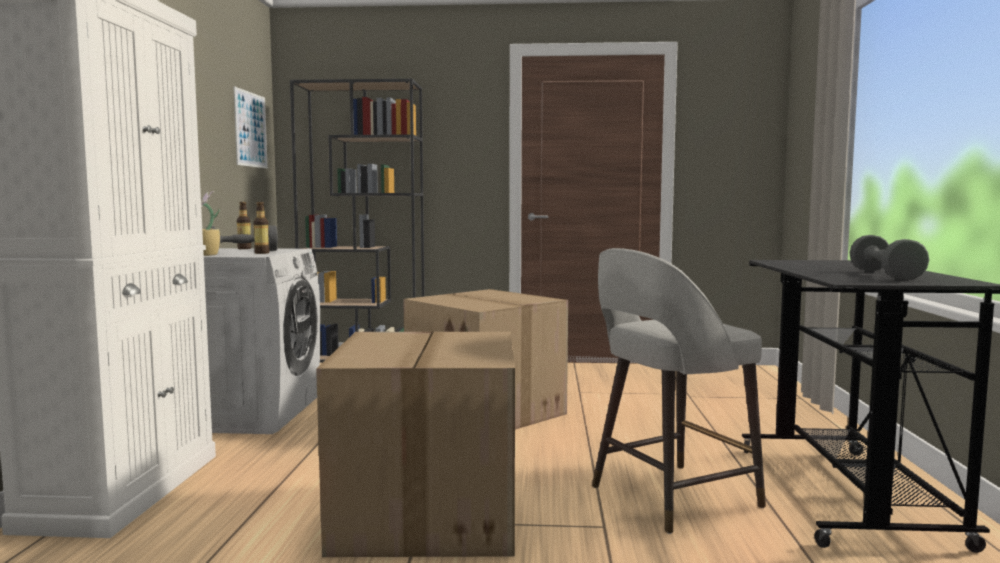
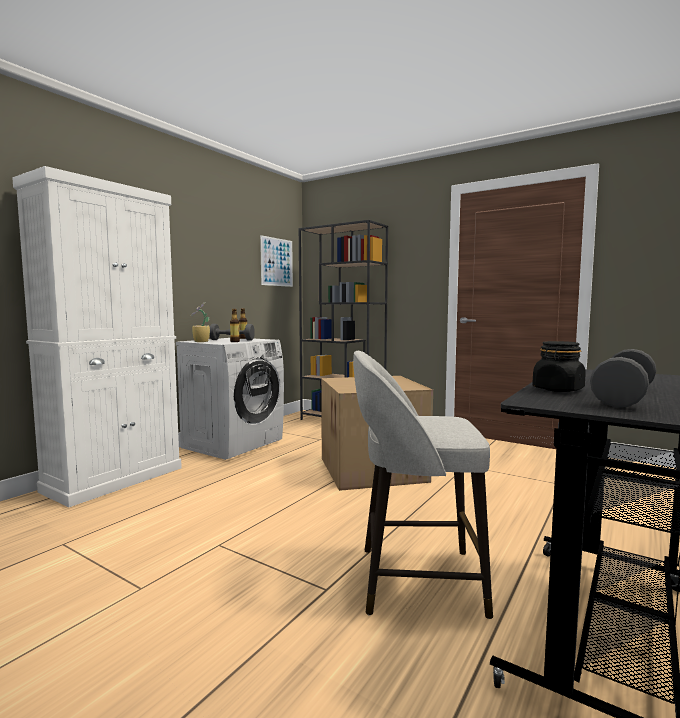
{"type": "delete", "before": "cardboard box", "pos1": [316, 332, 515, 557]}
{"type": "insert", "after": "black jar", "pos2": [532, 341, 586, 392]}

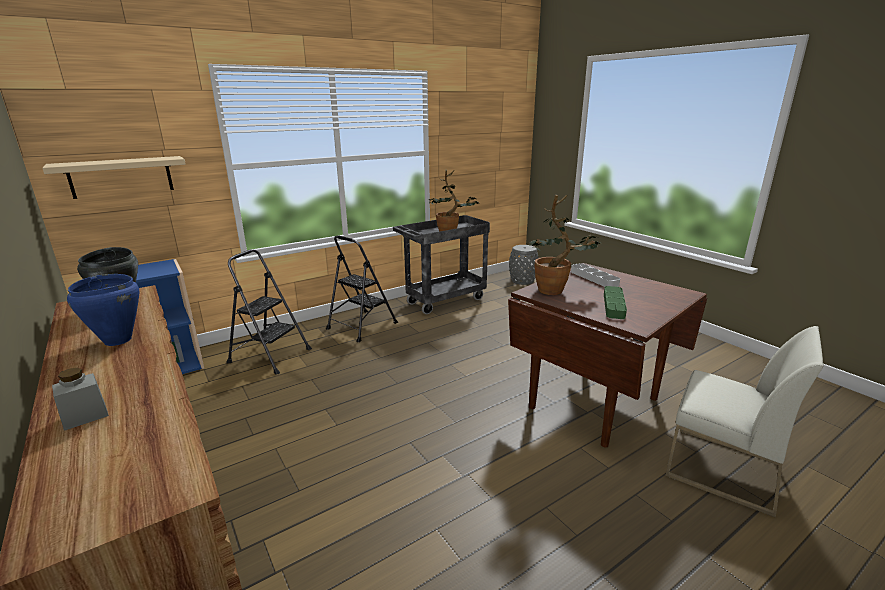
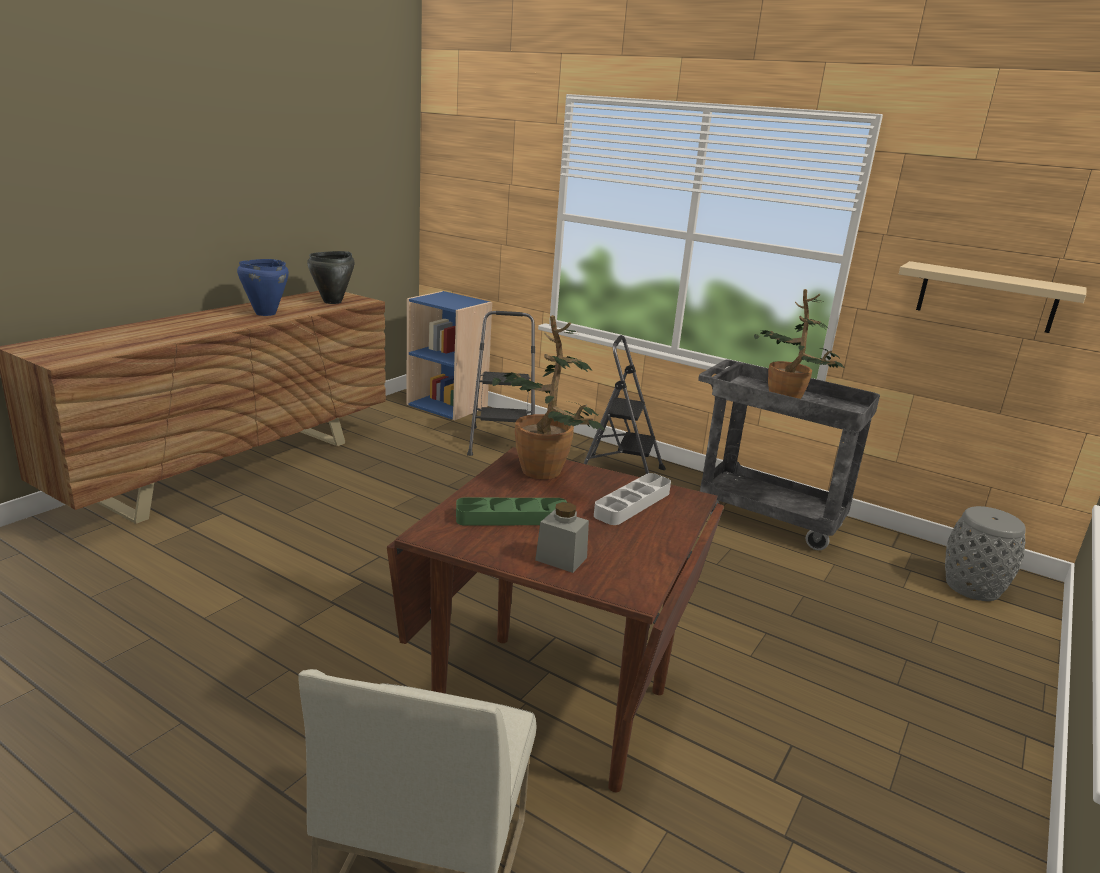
{"type": "move", "before": "beige shelf", "pos1": [42, 156, 186, 199], "pos2": [899, 261, 1087, 333]}
{"type": "move", "before": "grey jar", "pos1": [52, 367, 109, 431], "pos2": [535, 502, 589, 573]}

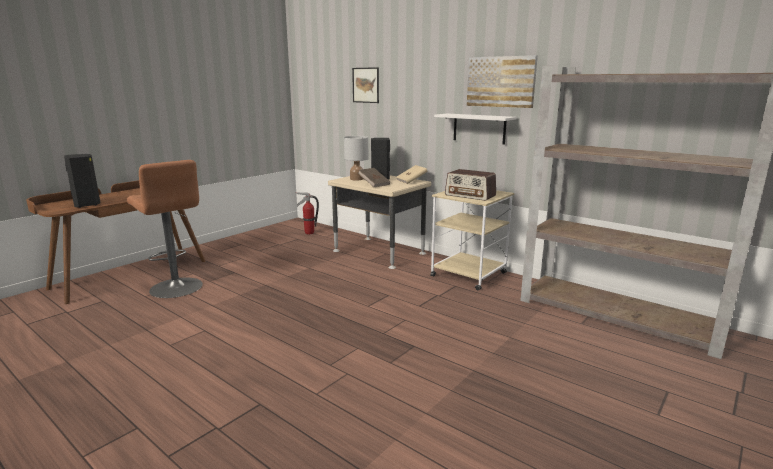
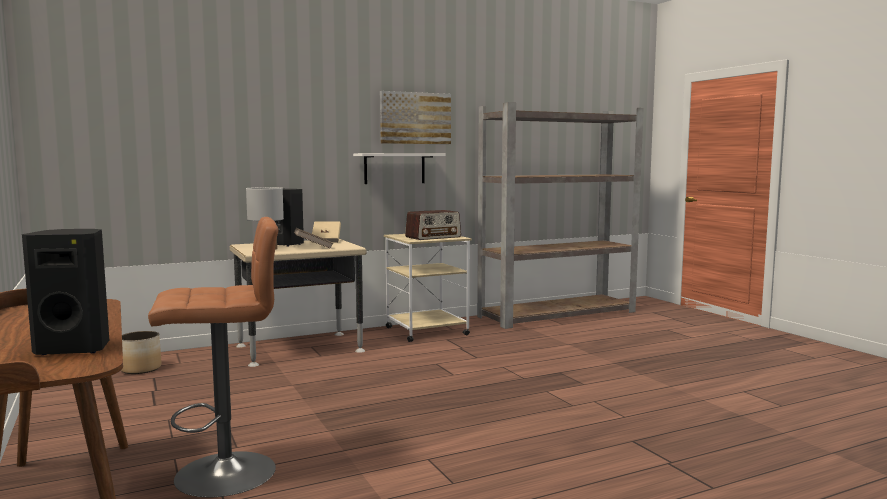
{"type": "delete", "before": "picture", "pos1": [352, 67, 379, 103]}
{"type": "replace", "before": "fire extinguisher", "after": "planter", "pos1": [296, 192, 319, 234], "pos2": [121, 331, 161, 374]}

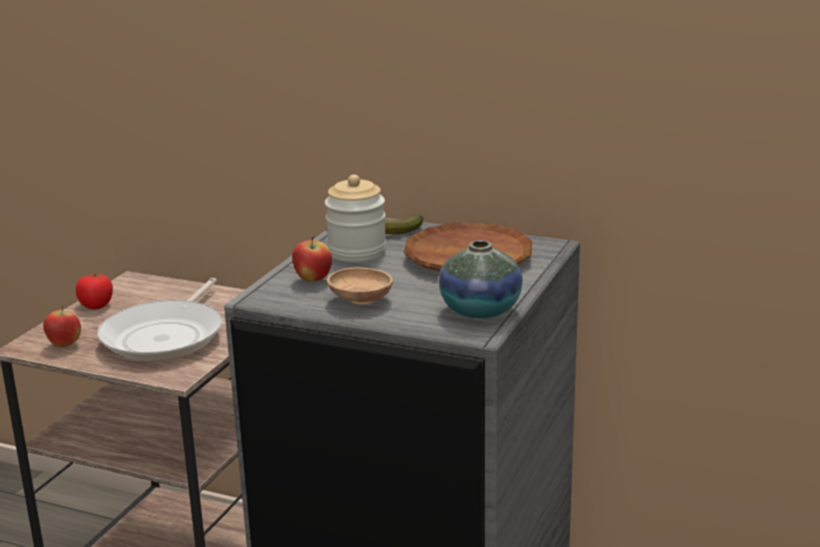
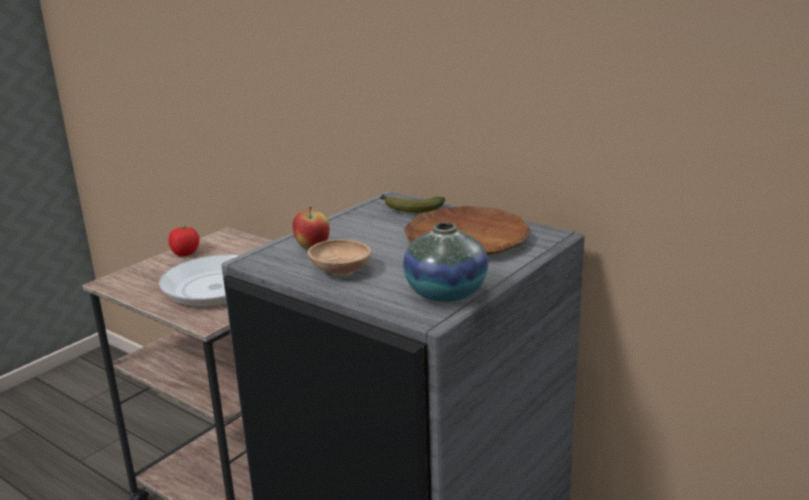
{"type": "delete", "before": "jar", "pos1": [325, 175, 386, 262]}
{"type": "delete", "before": "apple", "pos1": [43, 305, 81, 347]}

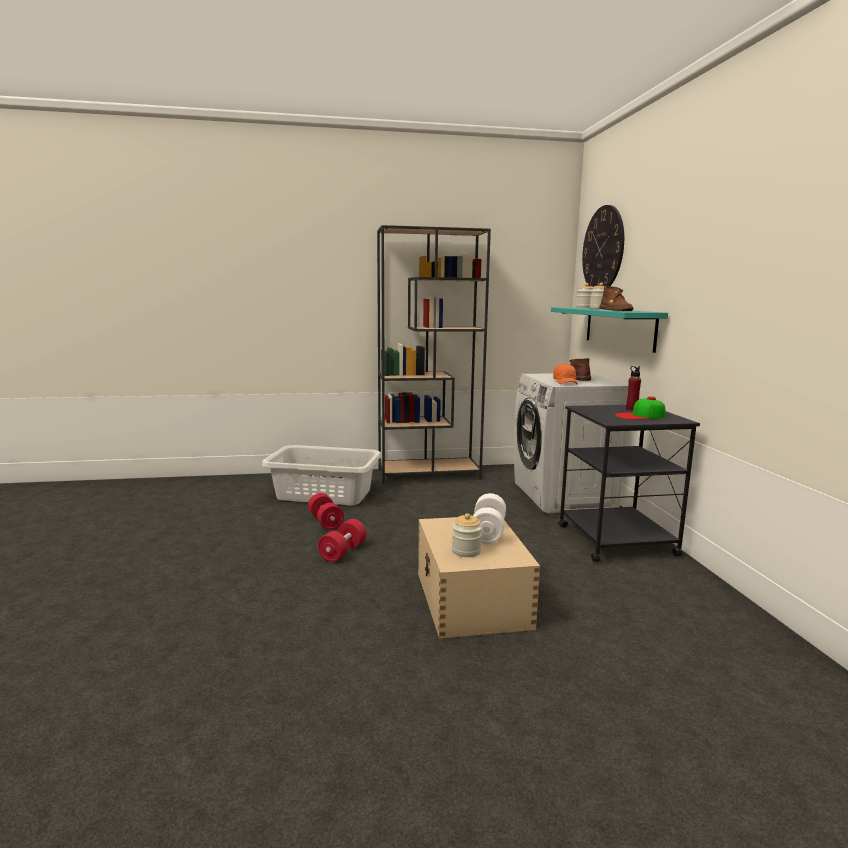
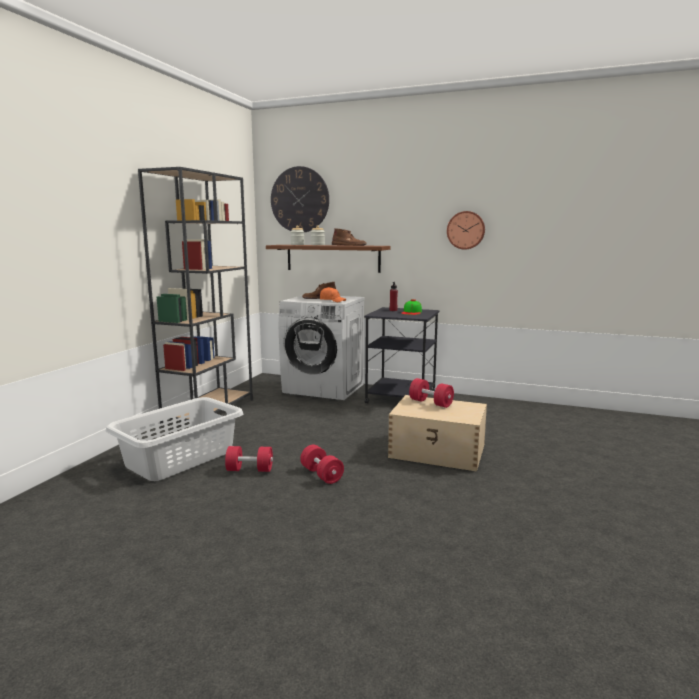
{"type": "recolor", "before": "turquoise shelf", "after": "brown shelf", "pos1": [551, 307, 668, 353], "pos2": [266, 245, 390, 273]}
{"type": "recolor", "before": "white dumbbell", "after": "red dumbbell", "pos1": [473, 493, 506, 544], "pos2": [409, 378, 454, 408]}
{"type": "delete", "before": "jar", "pos1": [452, 513, 482, 557]}
{"type": "insert", "after": "wall clock", "pos2": [447, 211, 485, 250]}

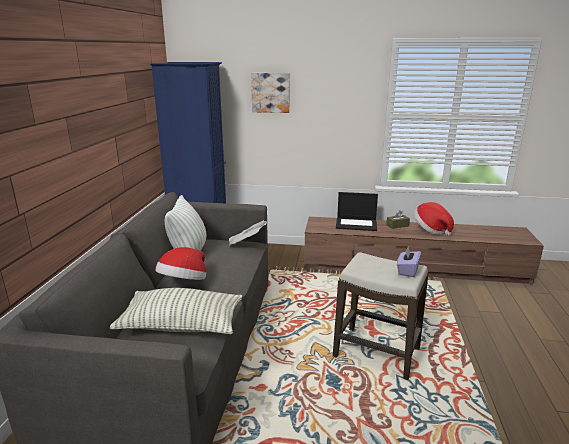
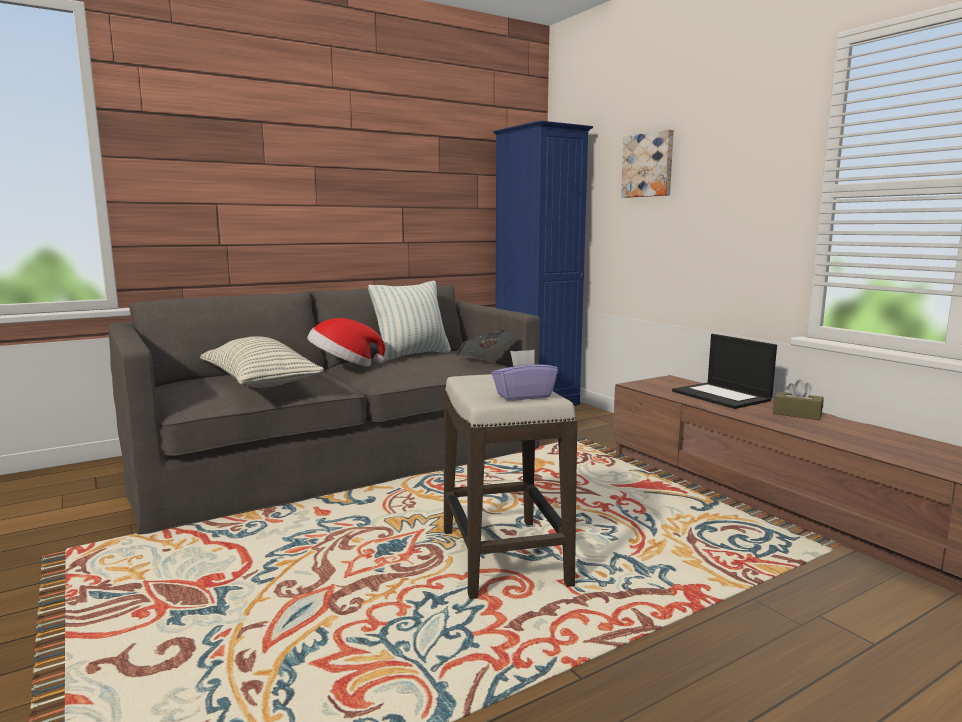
{"type": "delete", "before": "hat", "pos1": [414, 202, 454, 236]}

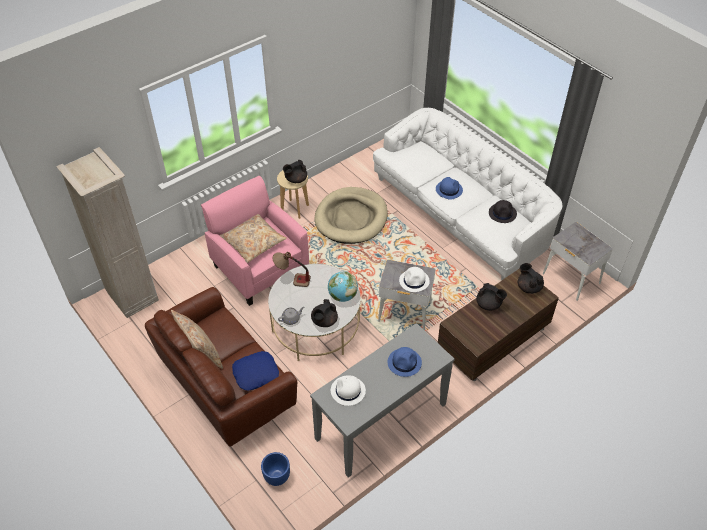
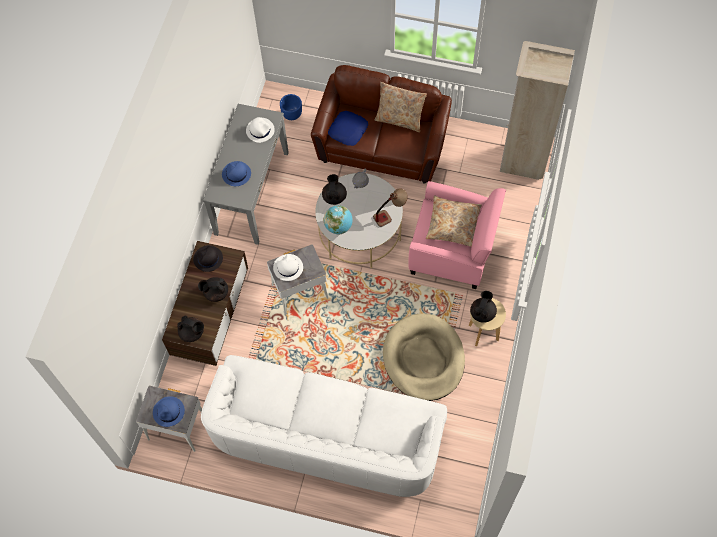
{"type": "move", "before": "blue hat", "pos1": [436, 177, 463, 200], "pos2": [153, 396, 185, 427]}
{"type": "move", "before": "black hat", "pos1": [489, 200, 517, 223], "pos2": [193, 245, 223, 272]}

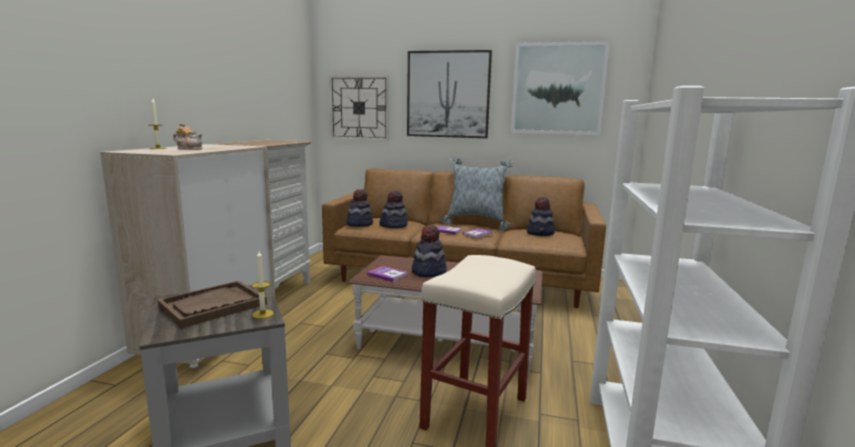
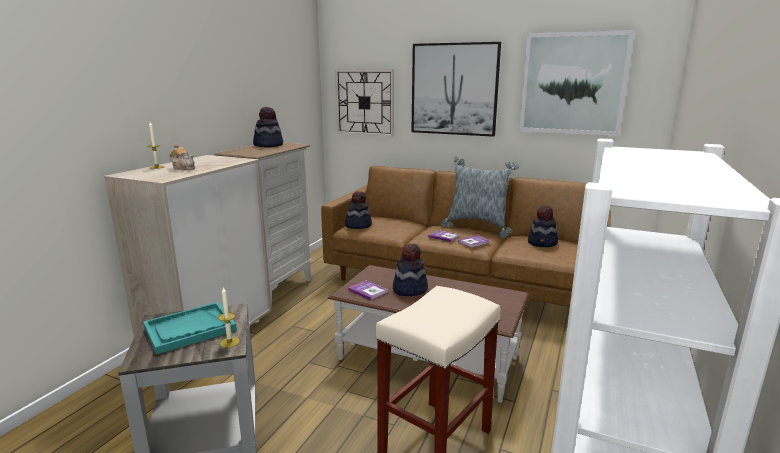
{"type": "move", "before": "hat", "pos1": [379, 190, 408, 228], "pos2": [253, 107, 283, 147]}
{"type": "recolor", "before": "brown tray", "after": "turquoise tray", "pos1": [157, 281, 267, 328], "pos2": [143, 302, 237, 355]}

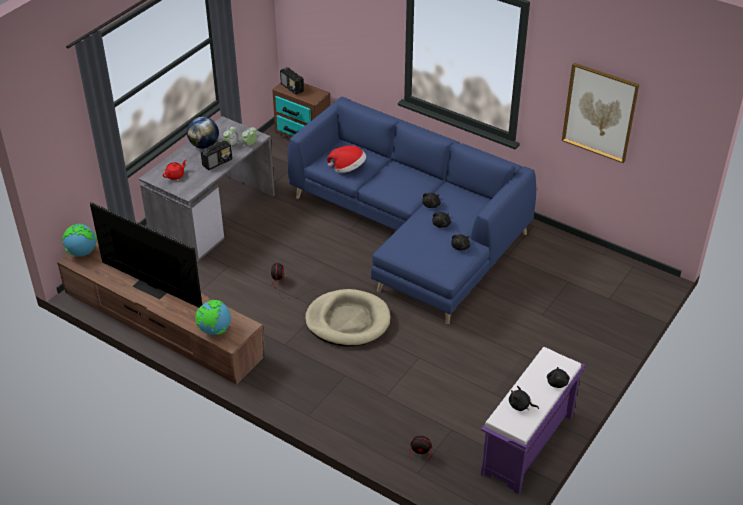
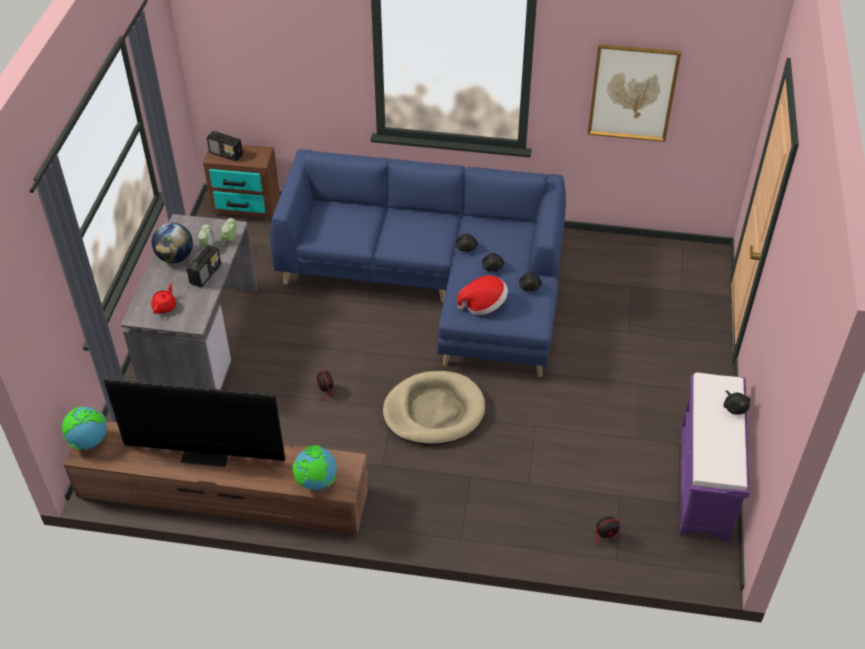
{"type": "move", "before": "hat", "pos1": [327, 145, 366, 173], "pos2": [457, 275, 508, 315]}
{"type": "delete", "before": "black plush toy", "pos1": [509, 386, 539, 411]}

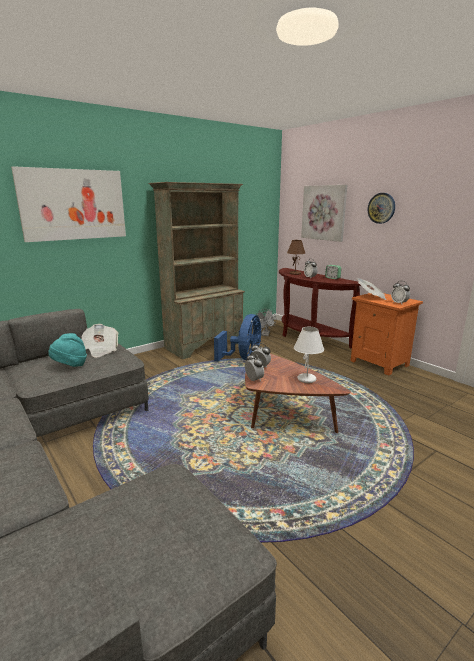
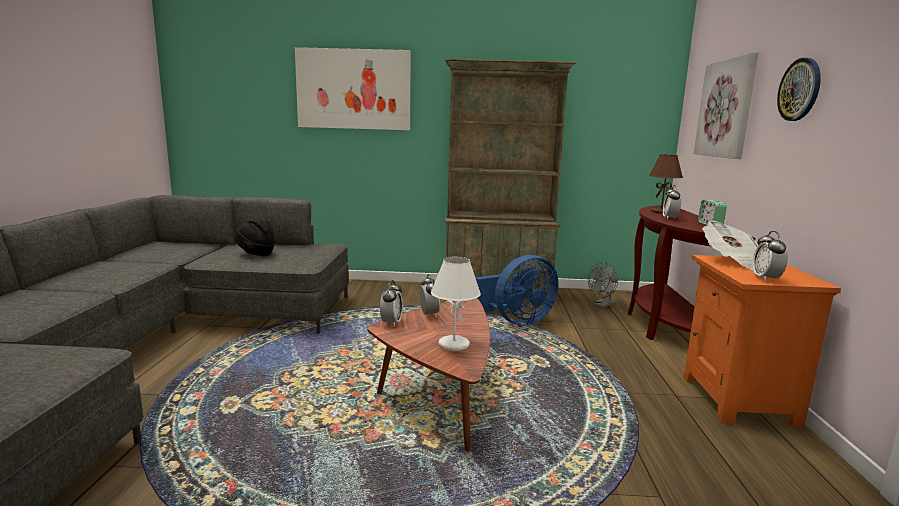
{"type": "delete", "before": "newspaper", "pos1": [81, 324, 118, 358]}
{"type": "recolor", "before": "turquoise hat", "after": "black hat", "pos1": [48, 333, 87, 367], "pos2": [235, 218, 275, 256]}

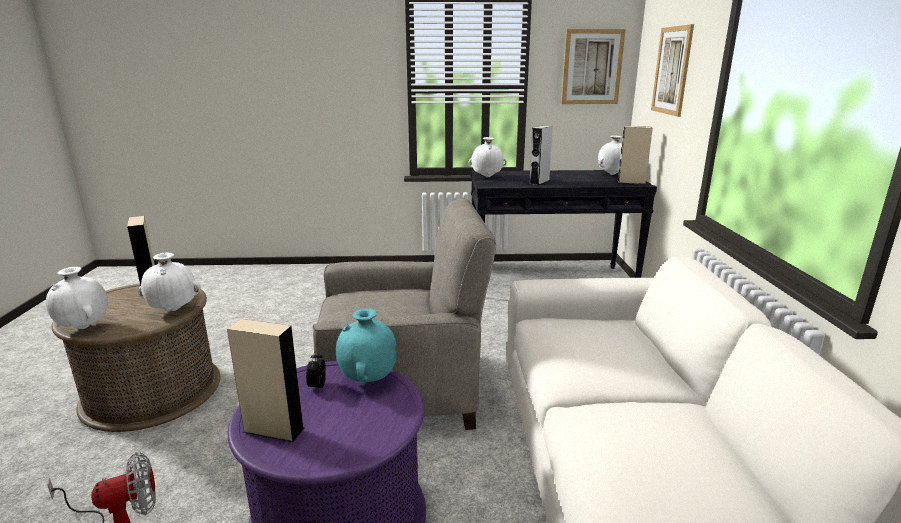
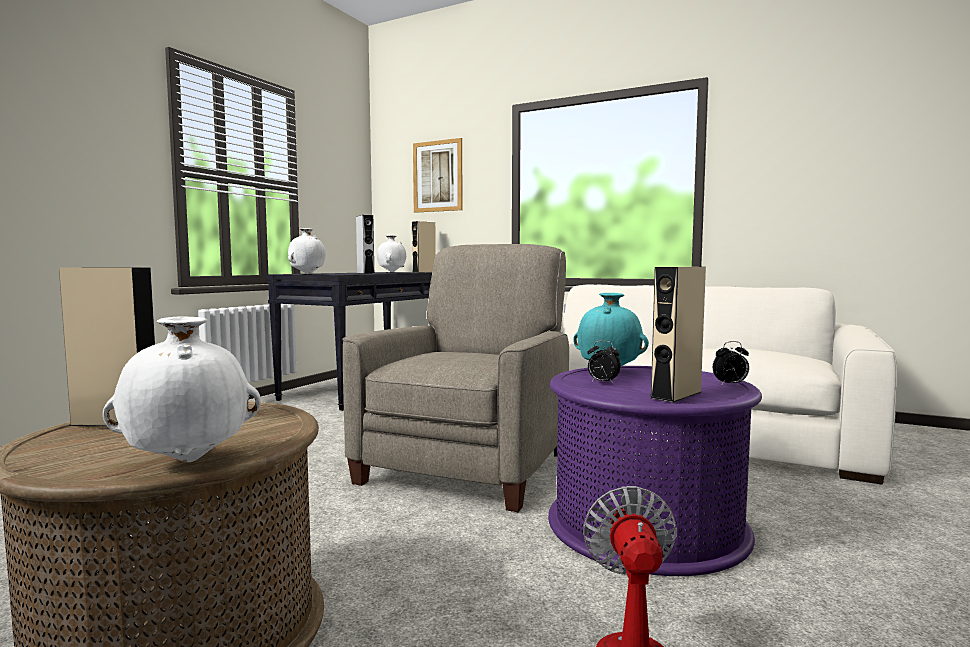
{"type": "delete", "before": "picture", "pos1": [561, 29, 626, 104]}
{"type": "delete", "before": "white vase", "pos1": [138, 253, 201, 311]}
{"type": "insert", "after": "alarm clock", "pos2": [713, 341, 749, 386]}

